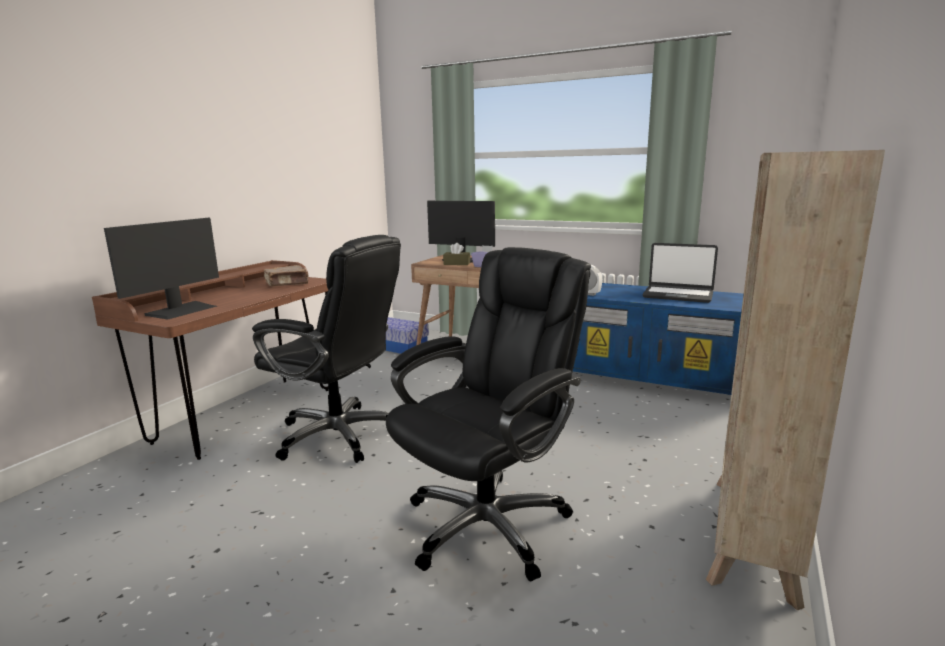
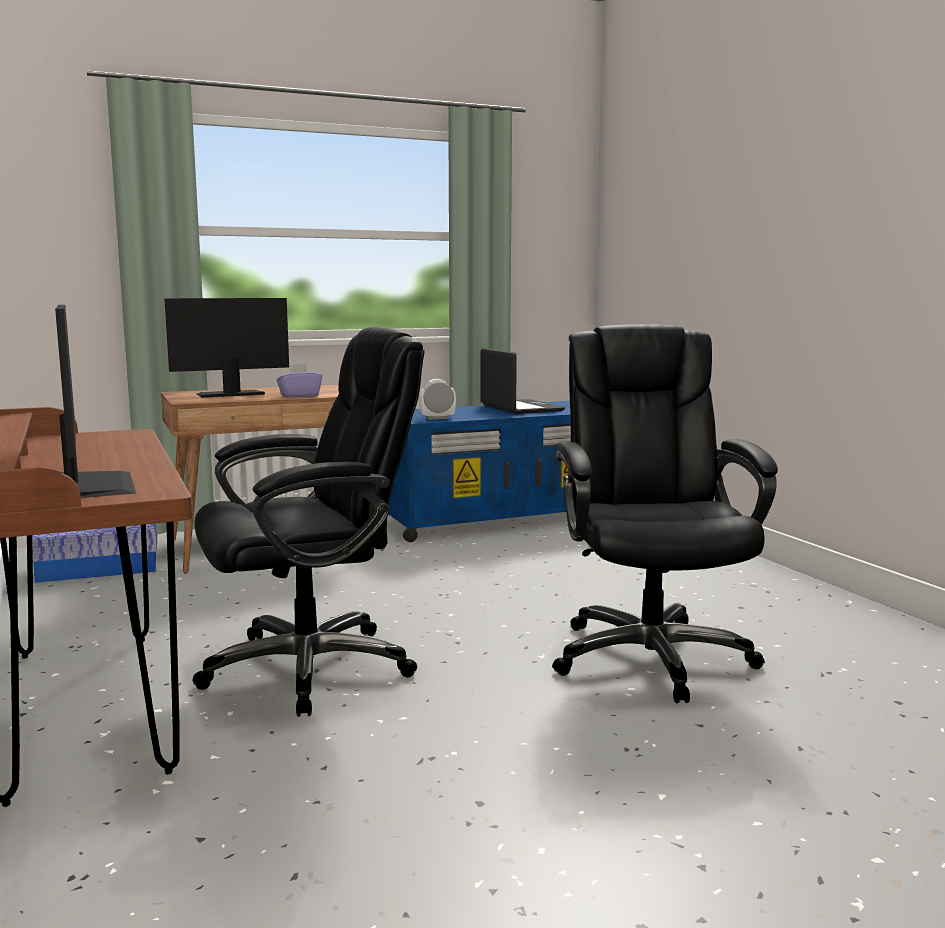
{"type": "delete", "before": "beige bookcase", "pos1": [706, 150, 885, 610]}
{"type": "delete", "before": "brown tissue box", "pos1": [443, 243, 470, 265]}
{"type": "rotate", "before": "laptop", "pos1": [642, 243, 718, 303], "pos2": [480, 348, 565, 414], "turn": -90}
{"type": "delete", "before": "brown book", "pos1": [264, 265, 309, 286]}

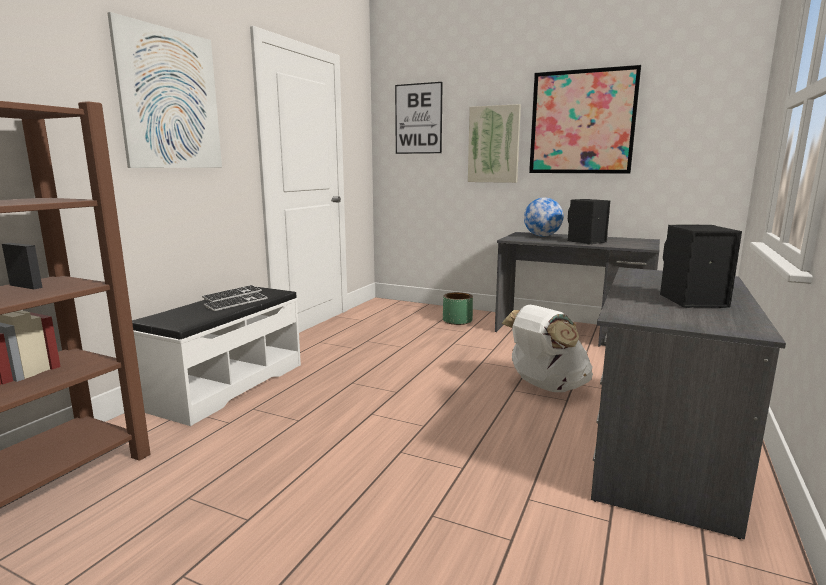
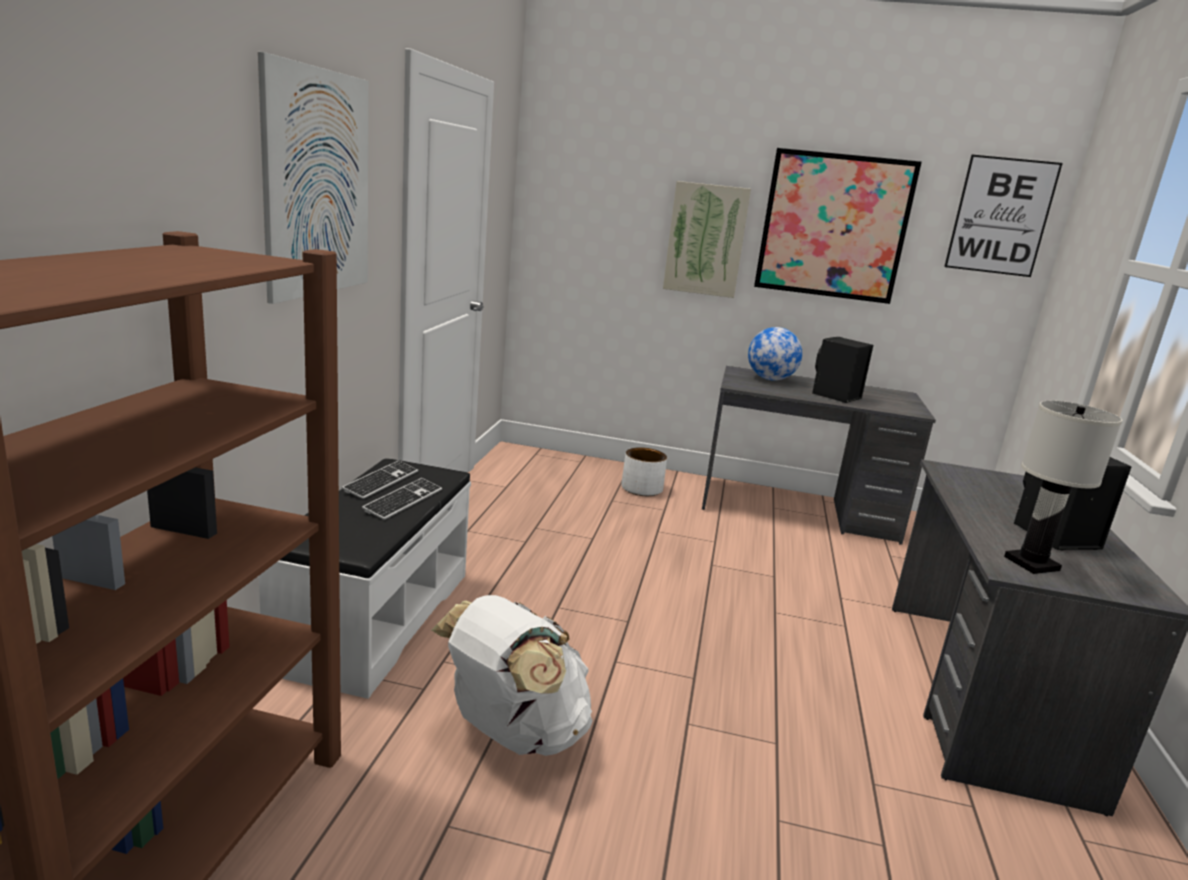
{"type": "move", "before": "picture", "pos1": [395, 82, 443, 154], "pos2": [944, 155, 1063, 277]}
{"type": "recolor", "before": "green planter", "after": "white planter", "pos1": [443, 292, 473, 325], "pos2": [621, 447, 667, 496]}
{"type": "move", "before": "white backpack", "pos1": [502, 305, 593, 392], "pos2": [431, 595, 593, 756]}
{"type": "insert", "after": "white table lamp", "pos2": [1004, 401, 1122, 574]}

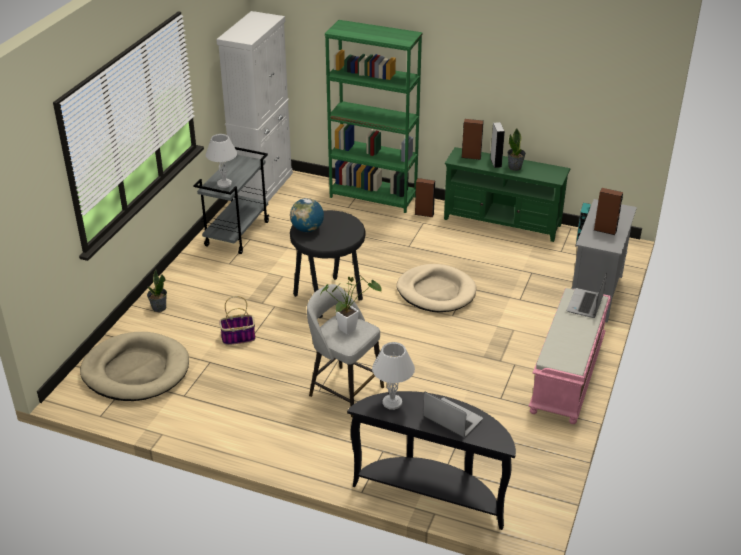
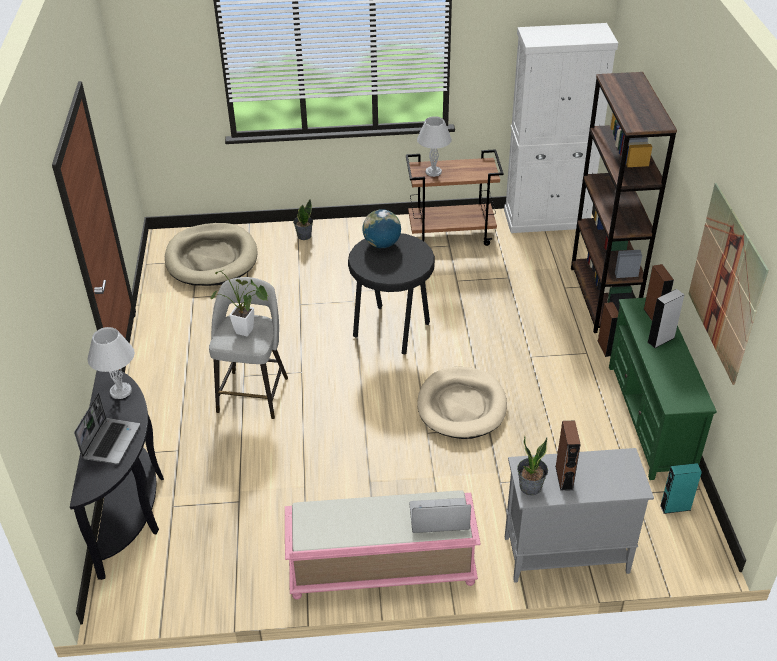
{"type": "recolor", "before": "green bookcase", "after": "brown bookcase", "pos1": [325, 20, 422, 213], "pos2": [571, 72, 677, 333]}
{"type": "move", "before": "potted plant", "pos1": [507, 128, 526, 171], "pos2": [517, 435, 548, 495]}
{"type": "recolor", "before": "grey cart", "after": "brown cart", "pos1": [193, 147, 269, 254], "pos2": [406, 149, 504, 246]}
{"type": "delete", "before": "basket", "pos1": [219, 296, 256, 345]}
{"type": "insert", "after": "picture", "pos2": [689, 183, 769, 385]}

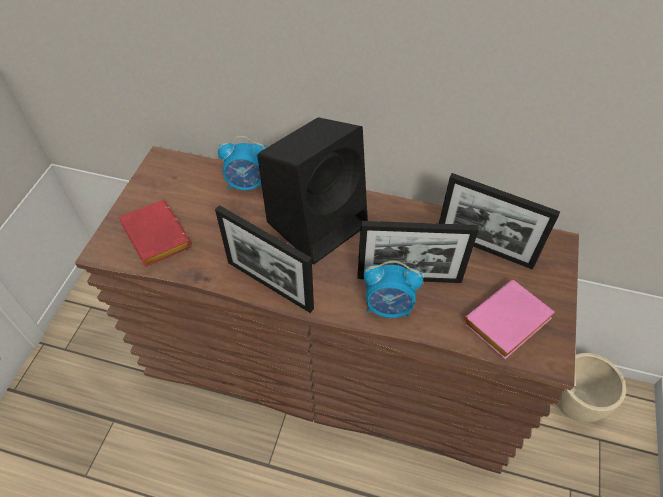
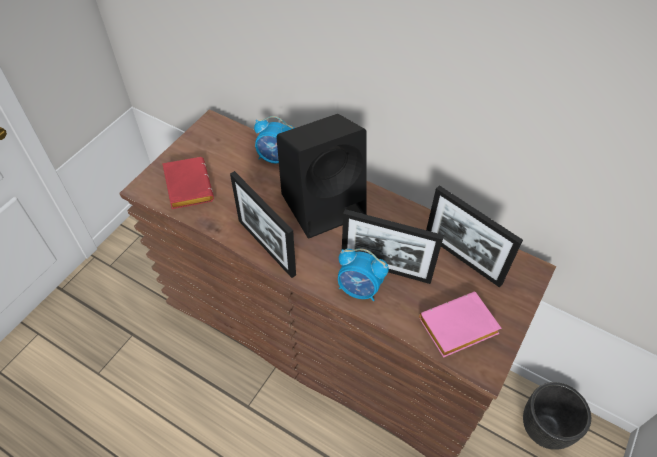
{"type": "recolor", "before": "beige planter", "after": "black planter", "pos1": [557, 353, 626, 422], "pos2": [523, 382, 591, 450]}

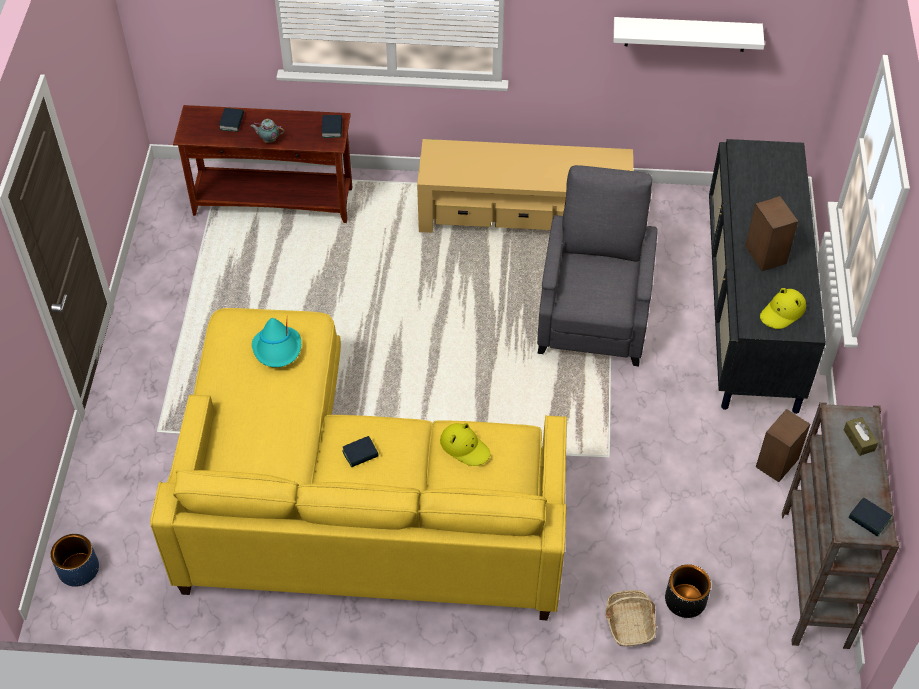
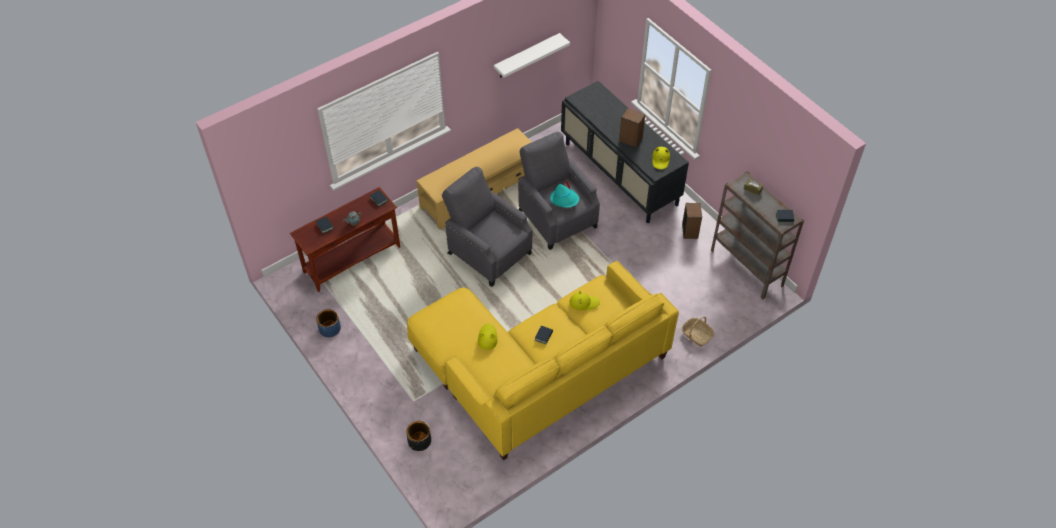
{"type": "move", "before": "turquoise hat", "pos1": [252, 318, 301, 367], "pos2": [550, 179, 579, 208]}
{"type": "move", "before": "blue planter", "pos1": [50, 534, 99, 587], "pos2": [316, 309, 341, 337]}
{"type": "move", "before": "black planter", "pos1": [665, 564, 711, 618], "pos2": [406, 421, 431, 451]}
{"type": "insert", "after": "grey armchair", "pos2": [442, 167, 532, 287]}
{"type": "insert", "after": "yellow hat", "pos2": [478, 323, 497, 350]}

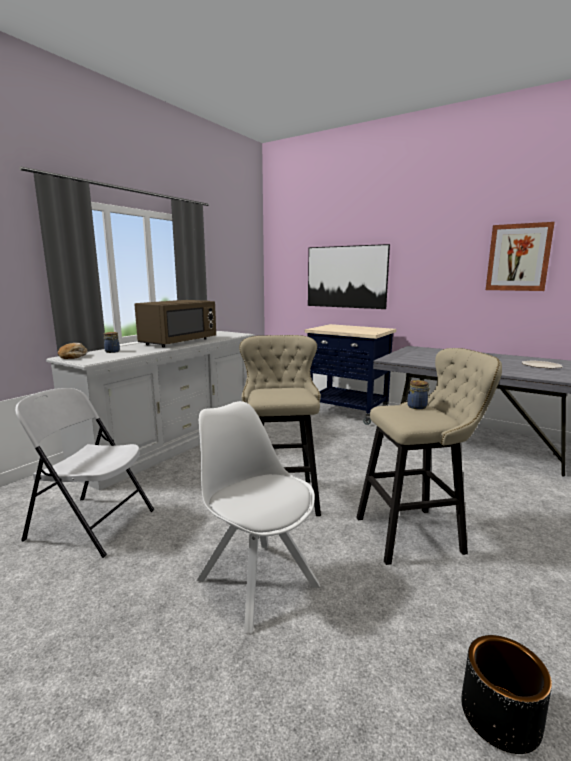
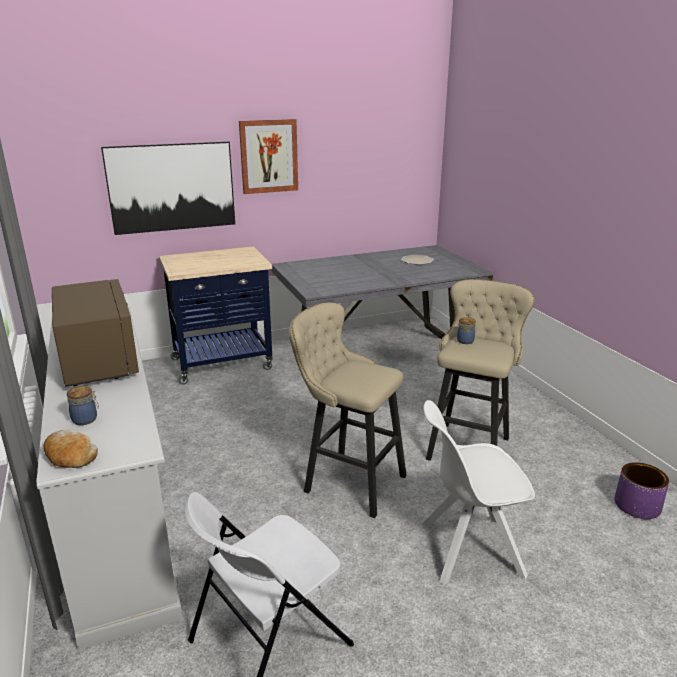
{"type": "move", "before": "picture", "pos1": [486, 222, 555, 291], "pos2": [239, 119, 298, 194]}
{"type": "recolor", "before": "black planter", "after": "purple planter", "pos1": [462, 635, 552, 754], "pos2": [615, 462, 669, 519]}

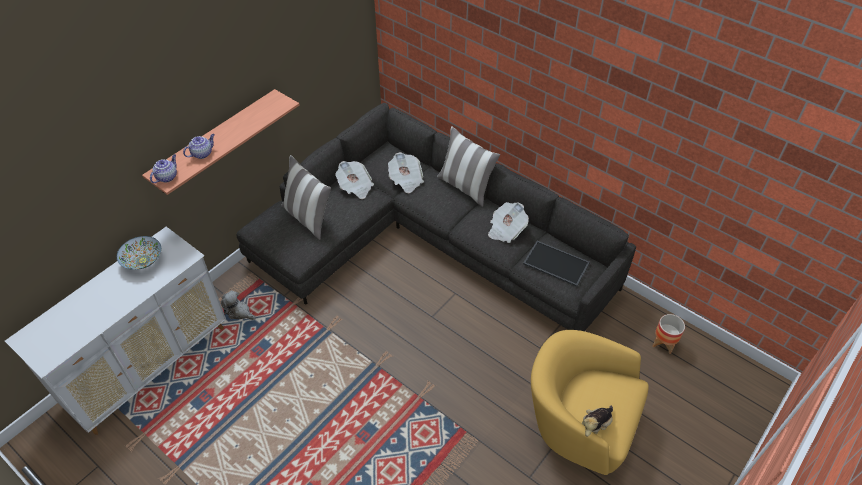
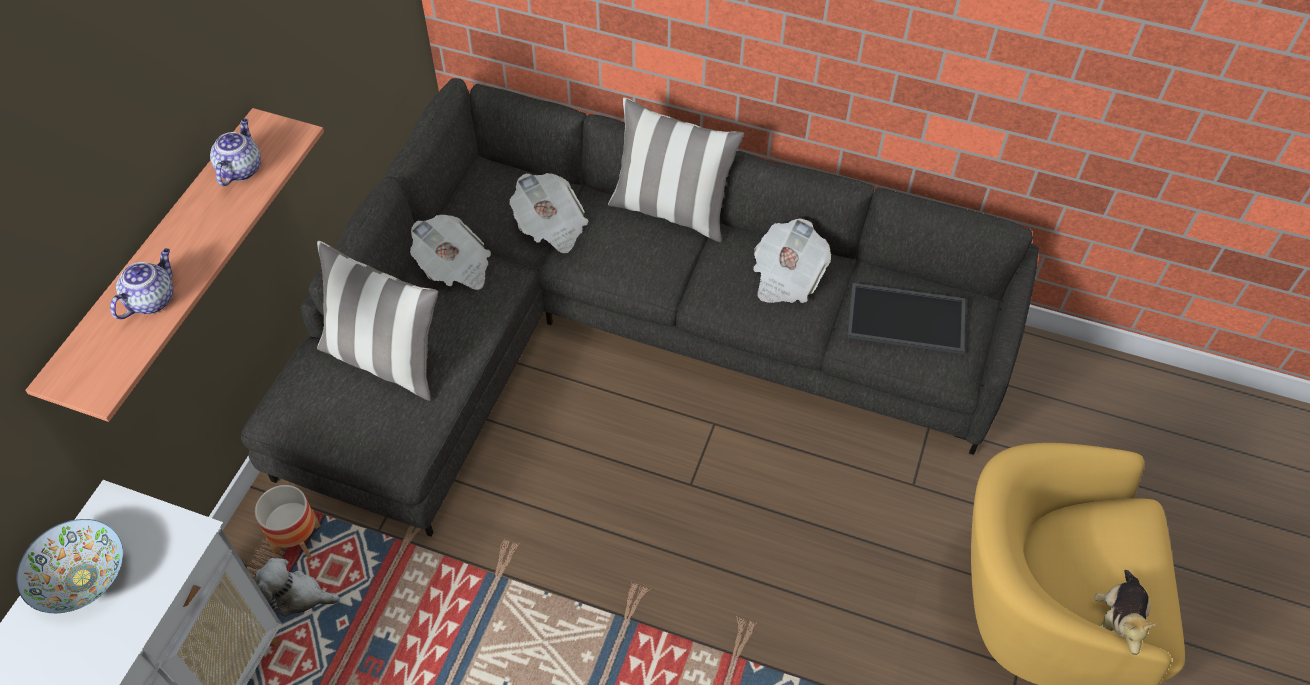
{"type": "move", "before": "teapot", "pos1": [150, 154, 177, 183], "pos2": [210, 118, 261, 186]}
{"type": "move", "before": "planter", "pos1": [652, 314, 685, 354], "pos2": [255, 485, 321, 558]}

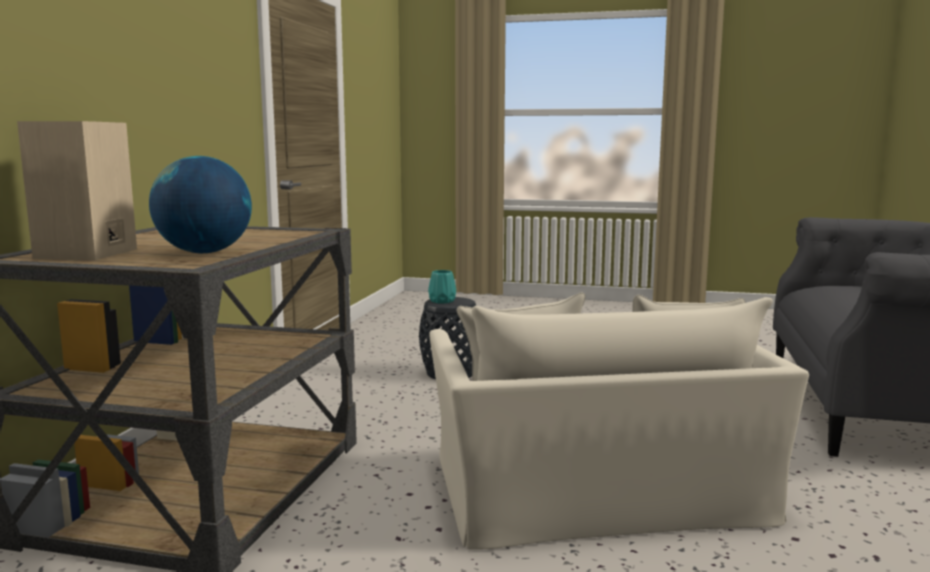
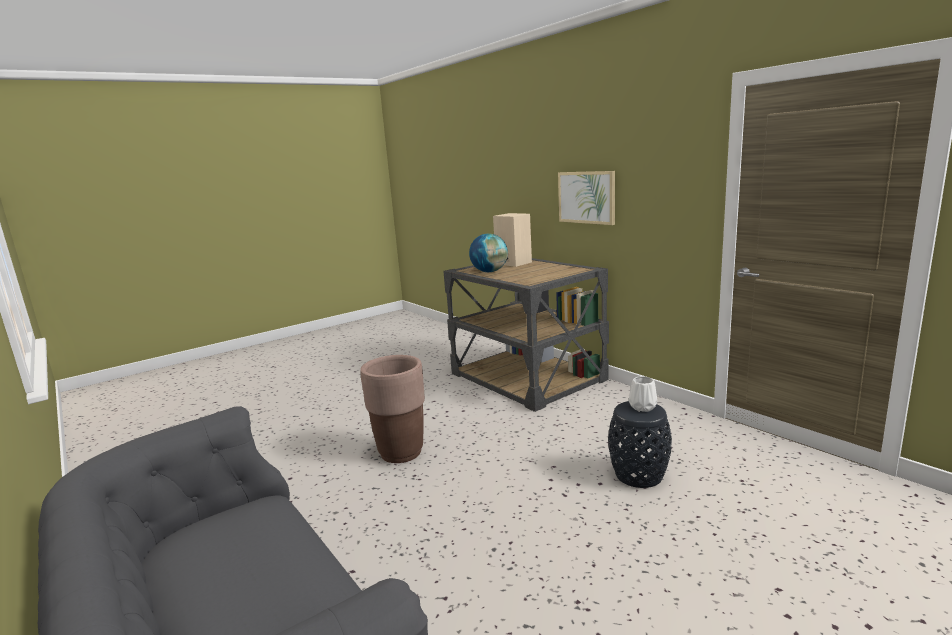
{"type": "recolor", "before": "turquoise vase", "after": "white vase", "pos1": [428, 270, 456, 303], "pos2": [629, 376, 657, 412]}
{"type": "replace", "before": "beige armchair", "after": "brown planter", "pos1": [429, 292, 809, 550], "pos2": [360, 355, 425, 463]}
{"type": "insert", "after": "picture", "pos2": [558, 171, 615, 225]}

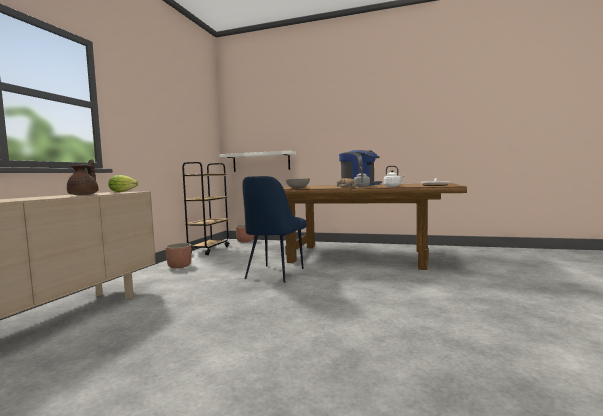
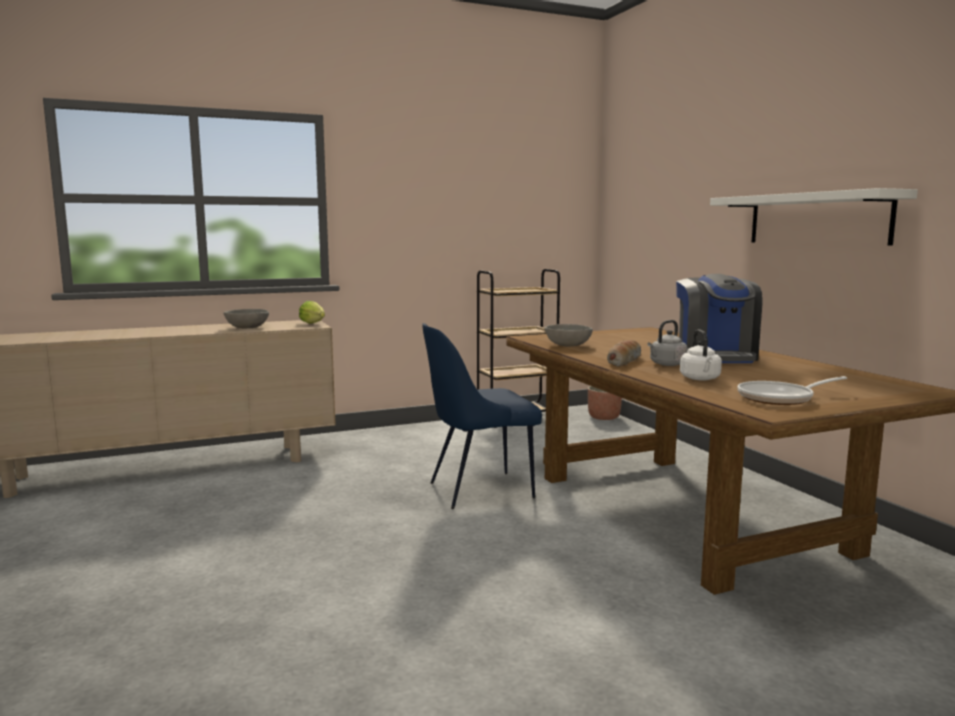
{"type": "move", "before": "white shelf", "pos1": [219, 151, 296, 172], "pos2": [710, 188, 918, 246]}
{"type": "replace", "before": "brown teapot", "after": "grey bowl", "pos1": [67, 159, 99, 195], "pos2": [223, 309, 269, 329]}
{"type": "delete", "before": "planter", "pos1": [165, 243, 192, 268]}

